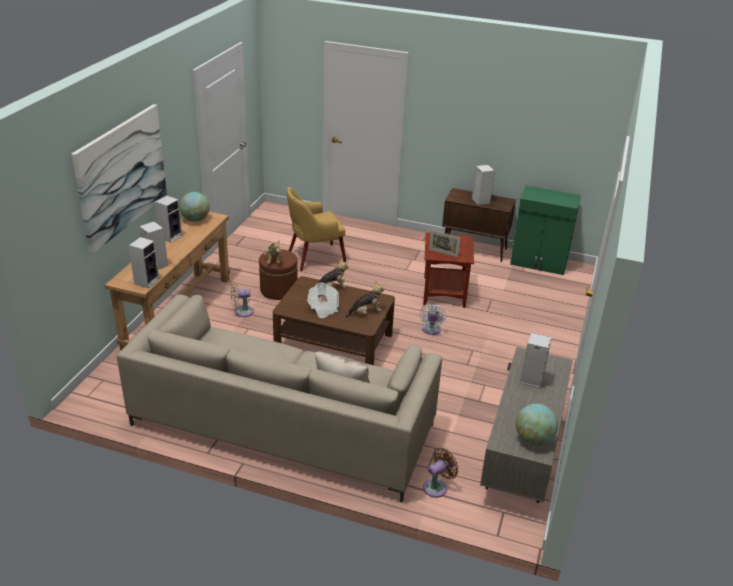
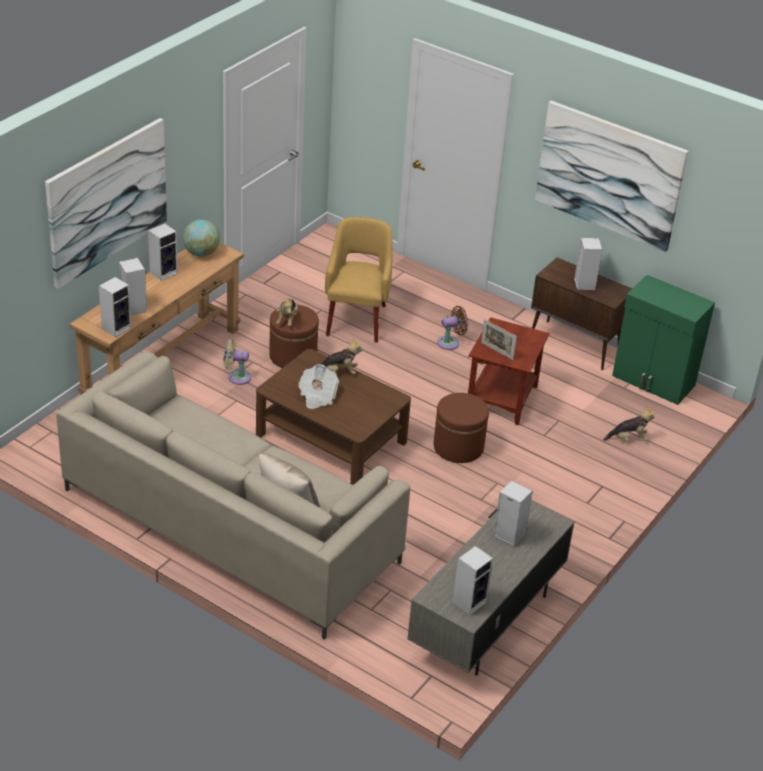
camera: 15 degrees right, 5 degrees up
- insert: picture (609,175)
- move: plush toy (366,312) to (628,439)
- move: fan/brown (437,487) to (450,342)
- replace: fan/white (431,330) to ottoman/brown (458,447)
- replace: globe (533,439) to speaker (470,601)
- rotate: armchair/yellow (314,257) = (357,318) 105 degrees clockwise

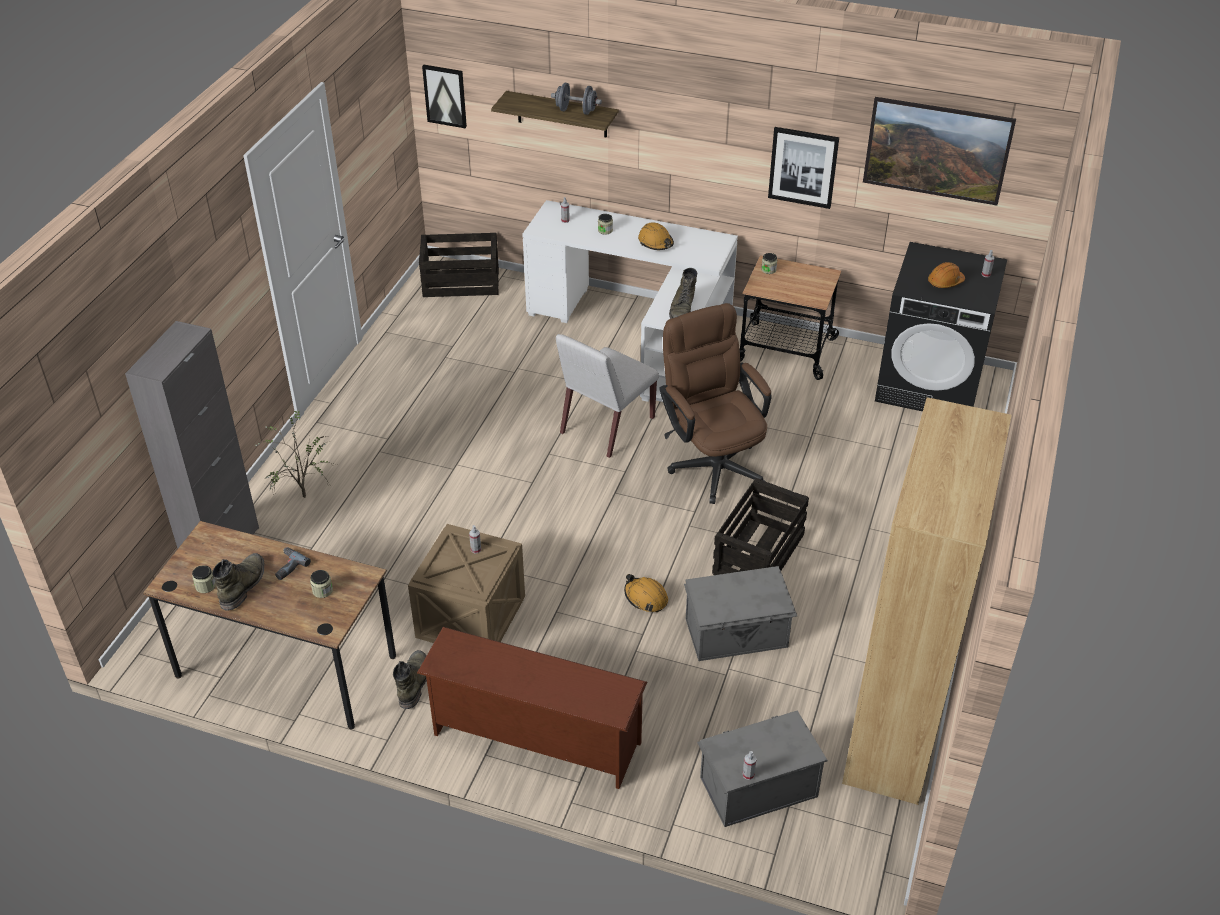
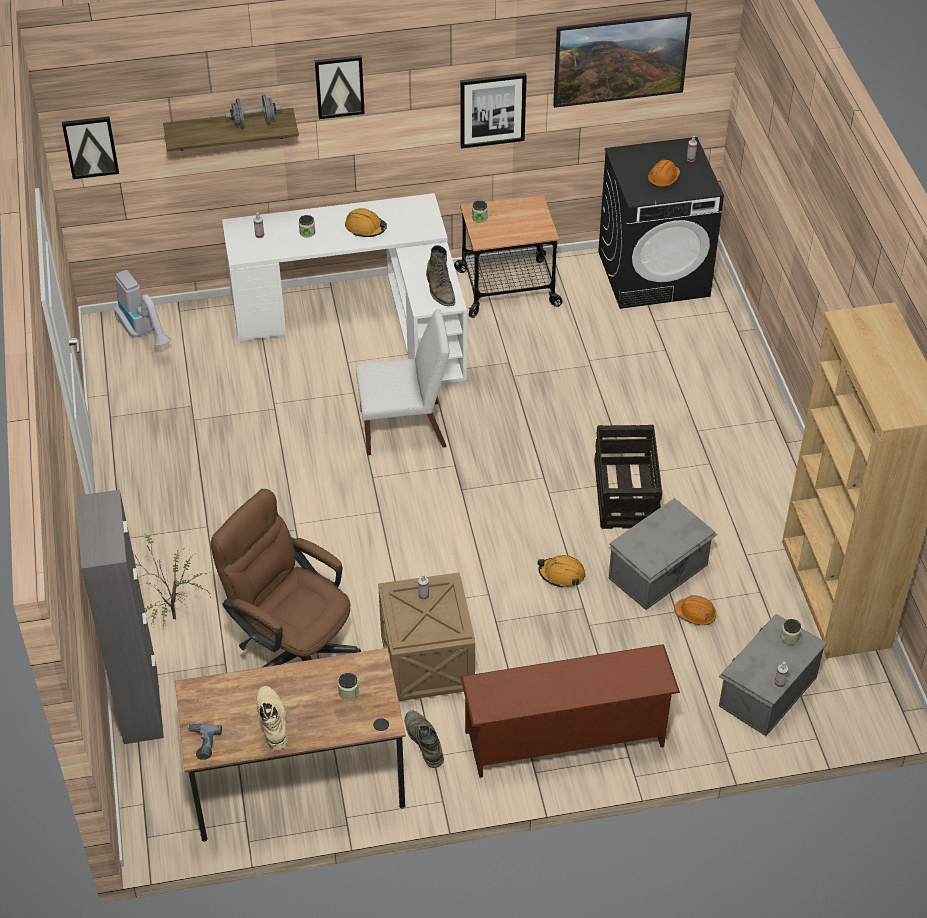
camera: 30 degrees left, 5 degrees up
- insert: picture (339,86)
- insert: hard hat/orange (695,614)
- move: jar (205,586) to (789,637)
- move: power drill (287,566) to (202,742)
- move: office chair/brown (712,462) to (293,648)
- replace: crate (462,282) to vacuum cleaner (144,333)
- recolor: boot/green (243,585) to boot/beige (272,720)
- rotate: chair/white (606,426) = (404,428) 105 degrees counterclockwise

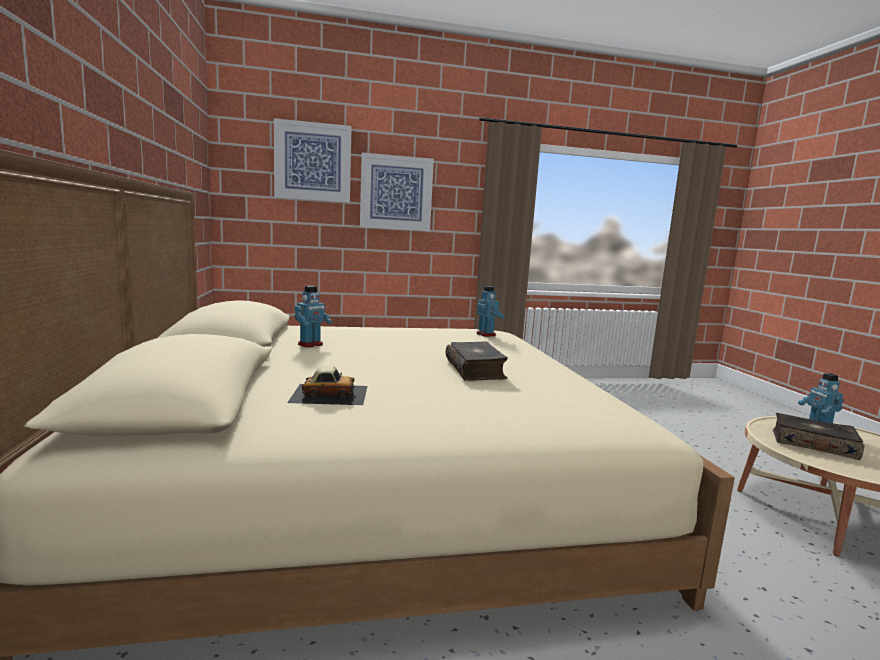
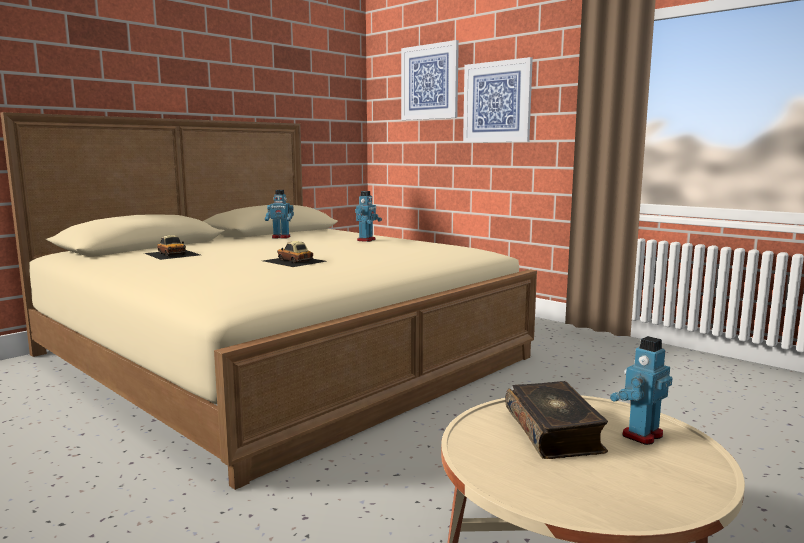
camera: 55 degrees right, 0 degrees up
- move: toy robot (486,334) to (367,240)
- replace: book (476,370) to toy car (294,261)

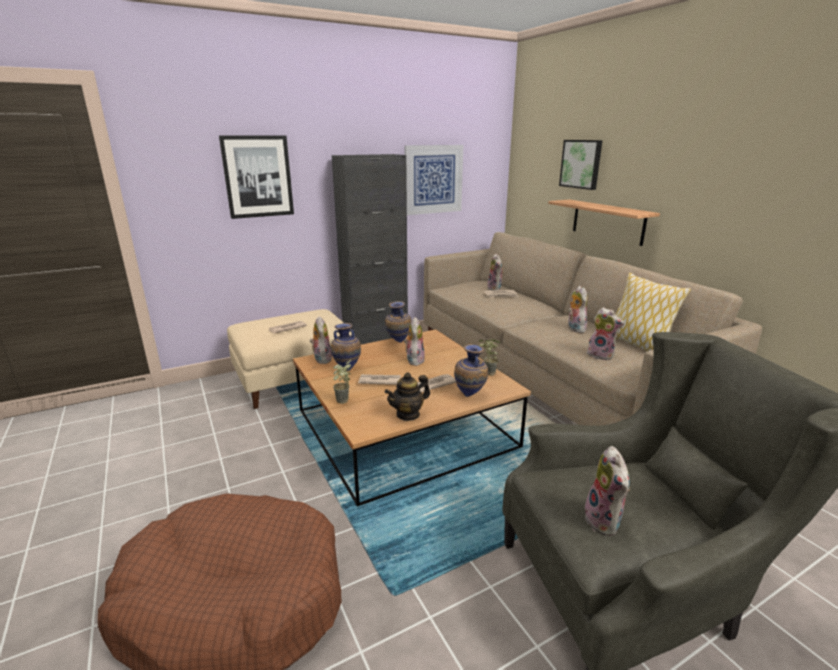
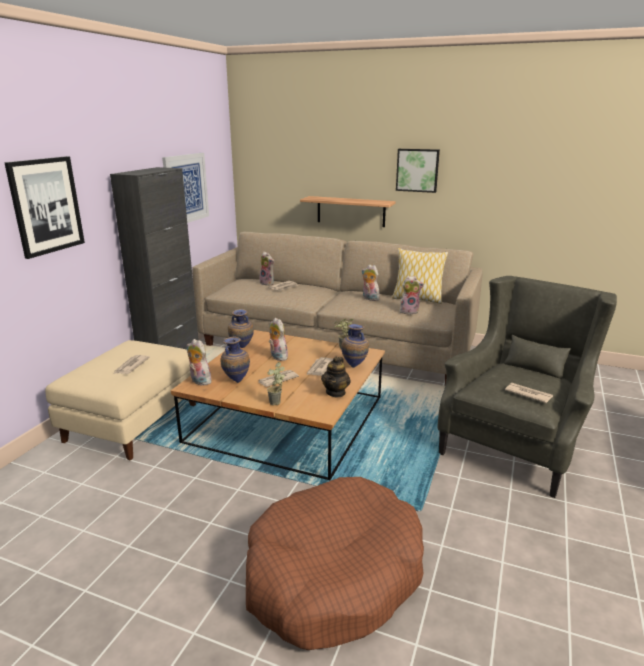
camera: 40 degrees left, 0 degrees up
- move: picture (581,164) to (417,170)
- replace: plush toy (605,521) to newspaper (528,394)

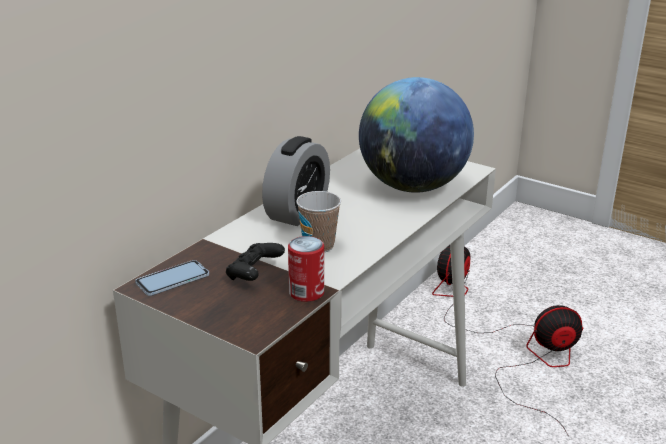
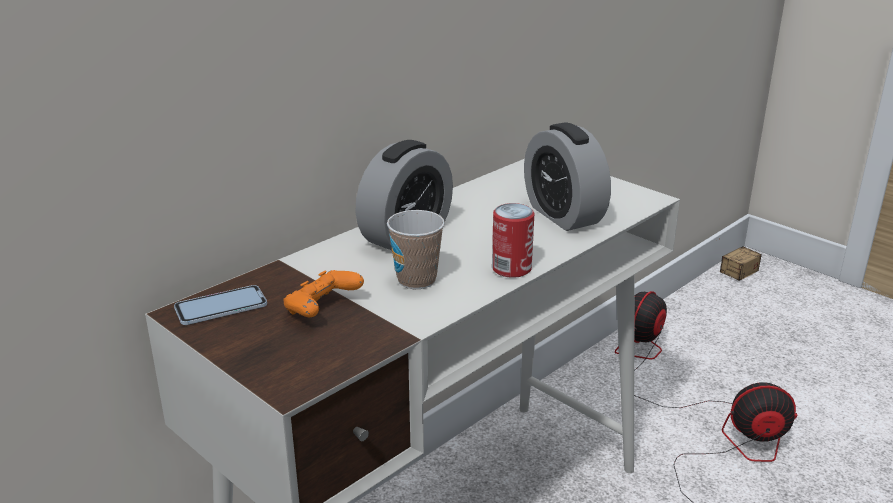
camera: 10 degrees right, 0 degrees up
- insert: storage box (725,279)
- move: can (306,293) to (511,268)
- replace: globe (413,187) to alarm clock (563,215)
- recolor: game controller/black (254,274) to game controller/orange (322,309)

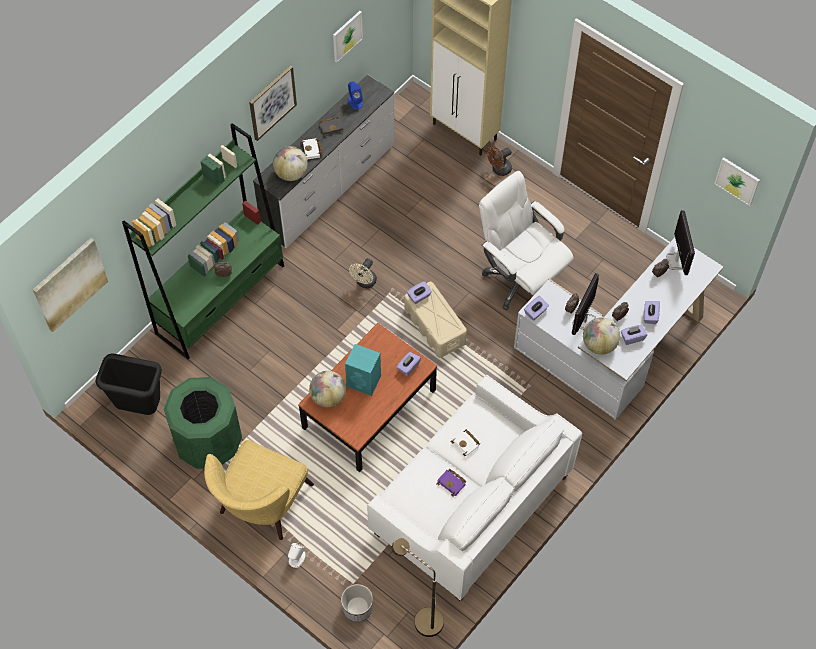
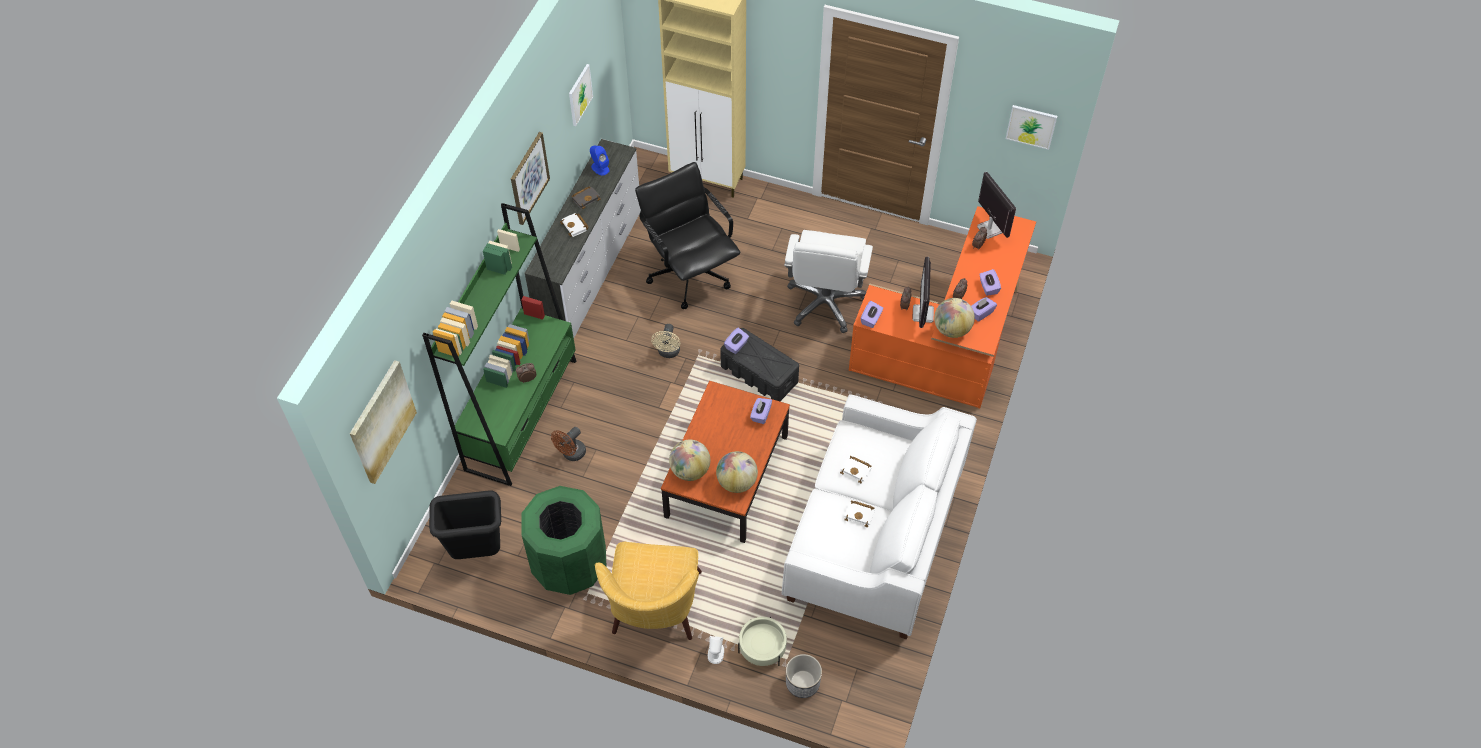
camera: 20 degrees left, 5 degrees down
- delete: speaker/turquoise (364,381)
- delete: floor lamp/brown (421,618)
- insert: office chair/black (689,274)
- insert: planter/beige (762,648)
- move: globe (291,173) to (737,482)
- move: fan/brown (499,170) to (571,454)
- recolor: storage box/beige (435,327) to storage box/black (759,374)
- recolor: book/purple (452,483) to book/white (860,514)
- recolor: desk/white (615,350) to desk/orange (949,343)
- rotate: office chair/white (520,279) = (825,303) 105 degrees counterclockwise

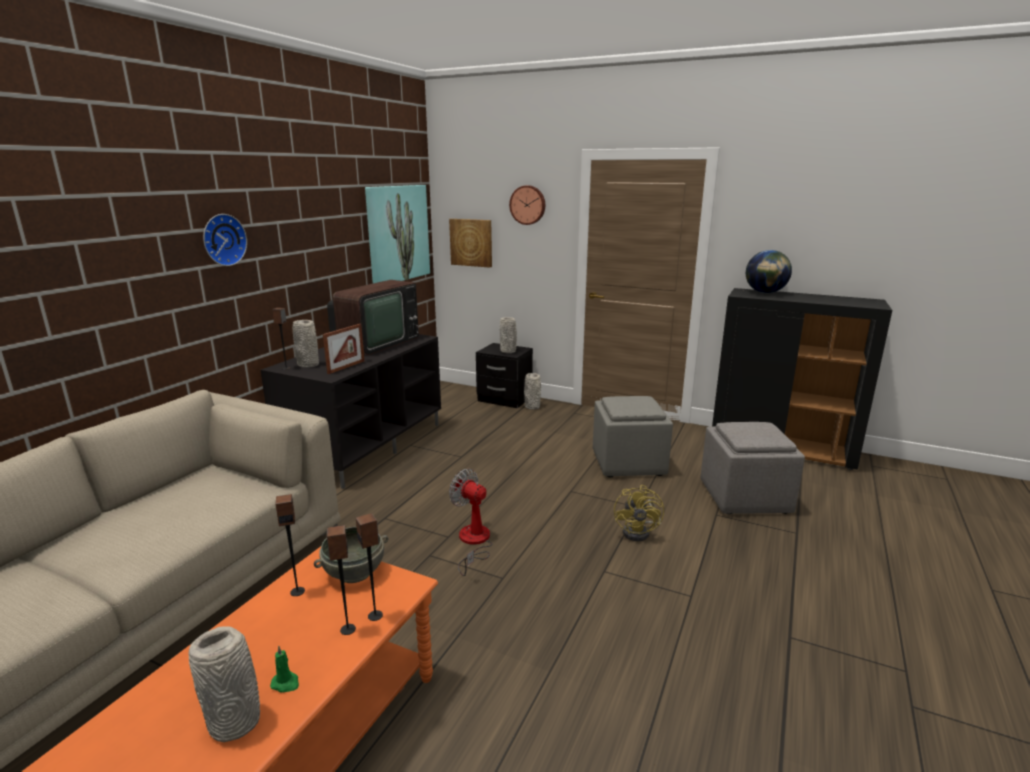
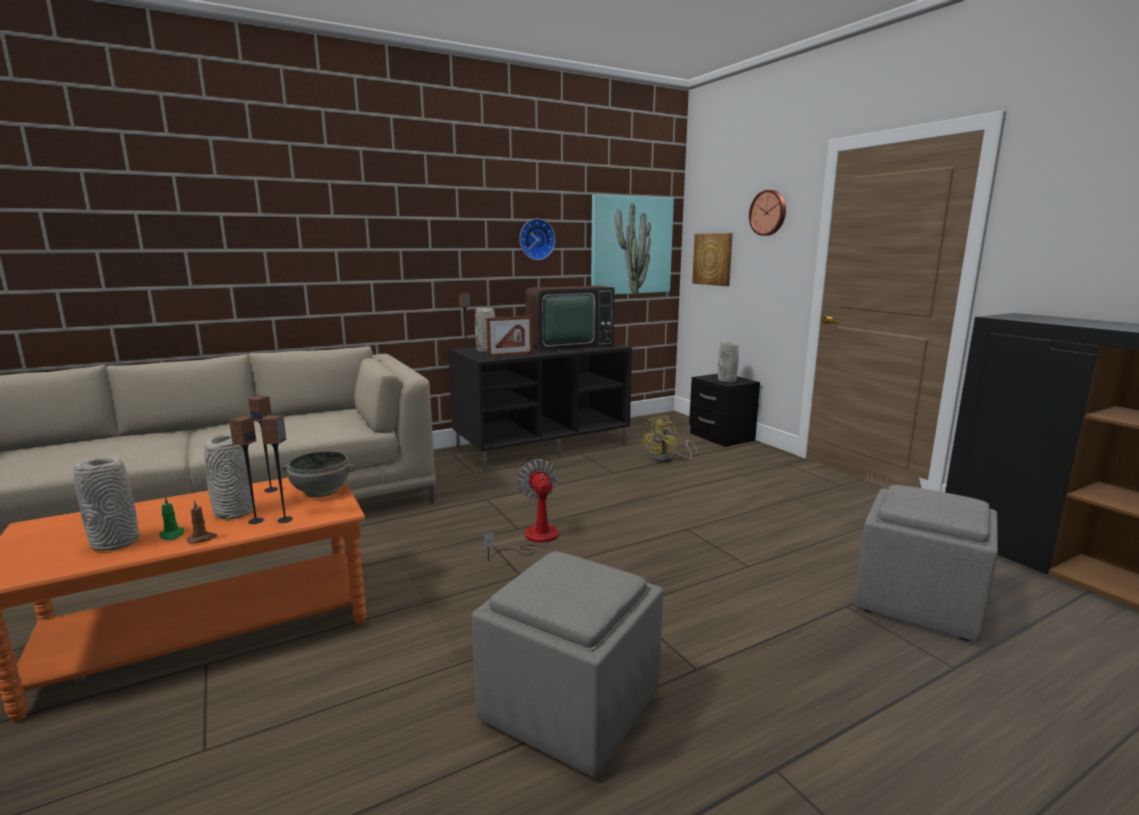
camera: 35 degrees right, 5 degrees down
- delete: globe (765,292)
- insert: candle/brown (202,539)
- move: wall clock (222,240) to (536,239)
- move: vase/grey (532,407) to (233,513)
- move: ottoman/grey (627,463) to (568,707)
- move: fan/yellow (640,532) to (667,459)

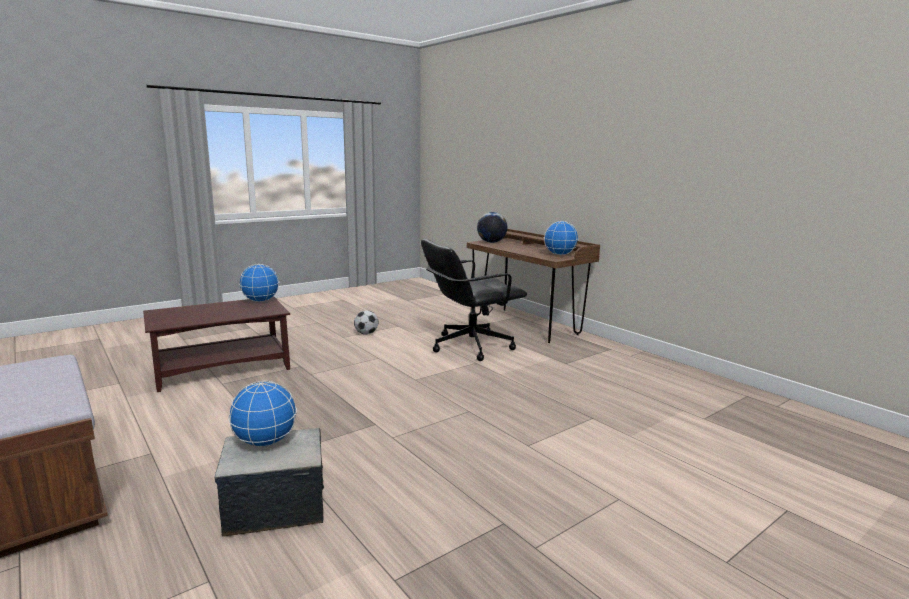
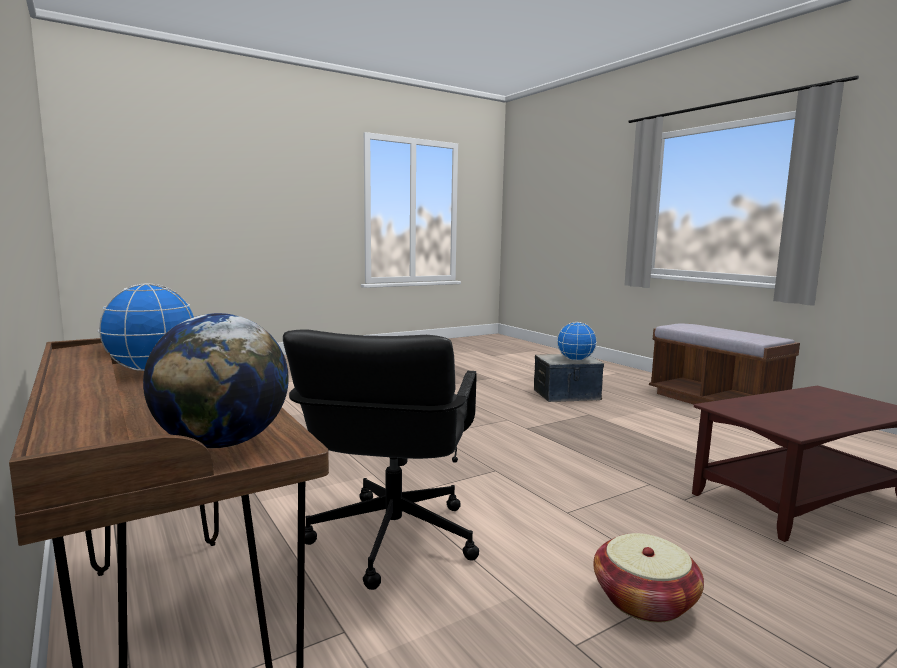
camera: 175 degrees left, 5 degrees down
- delete: globe (260,301)
- replace: football (366,333) to basket (644,600)
- rotate: office chair/black (470,346) = (391,538) 120 degrees clockwise

